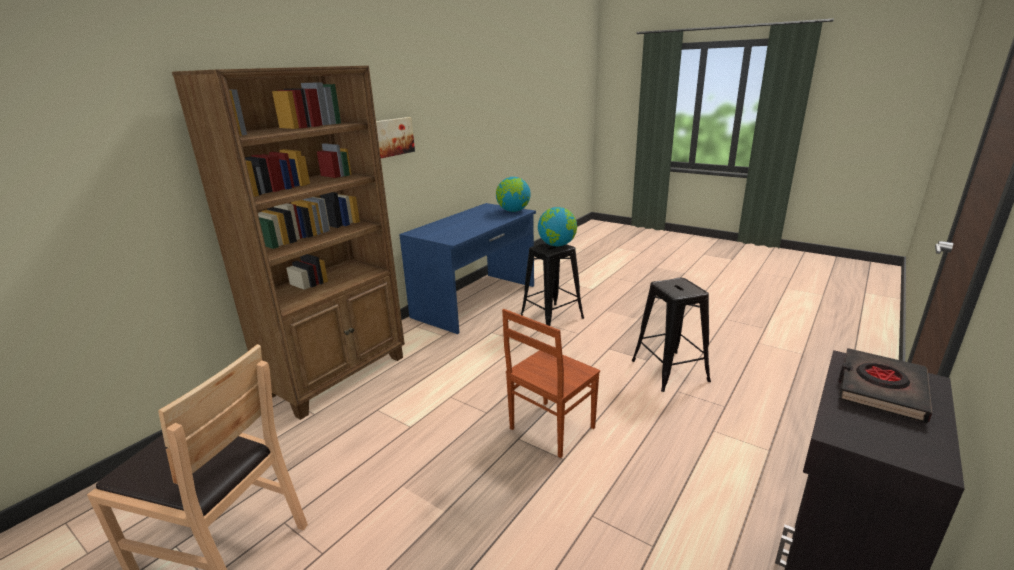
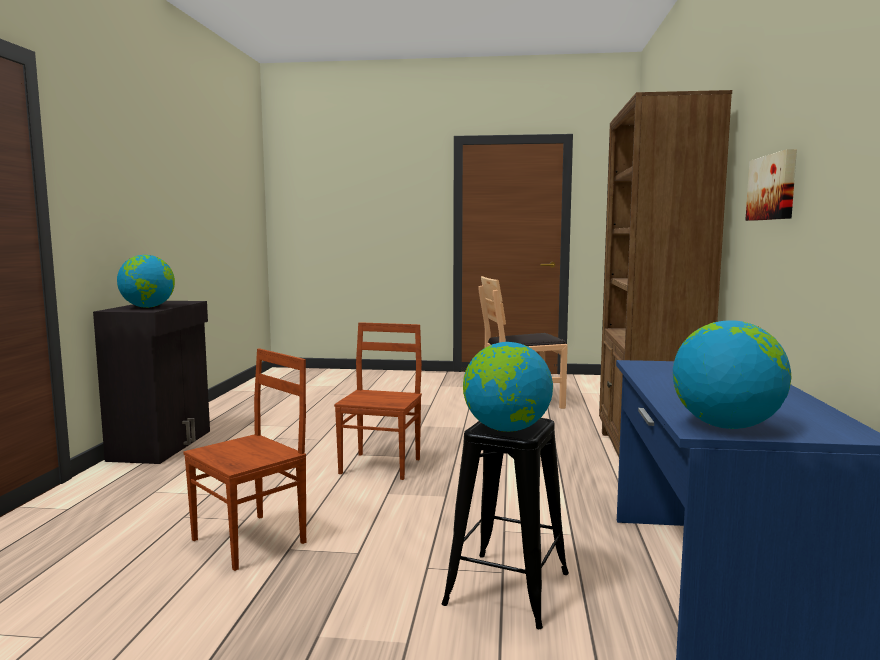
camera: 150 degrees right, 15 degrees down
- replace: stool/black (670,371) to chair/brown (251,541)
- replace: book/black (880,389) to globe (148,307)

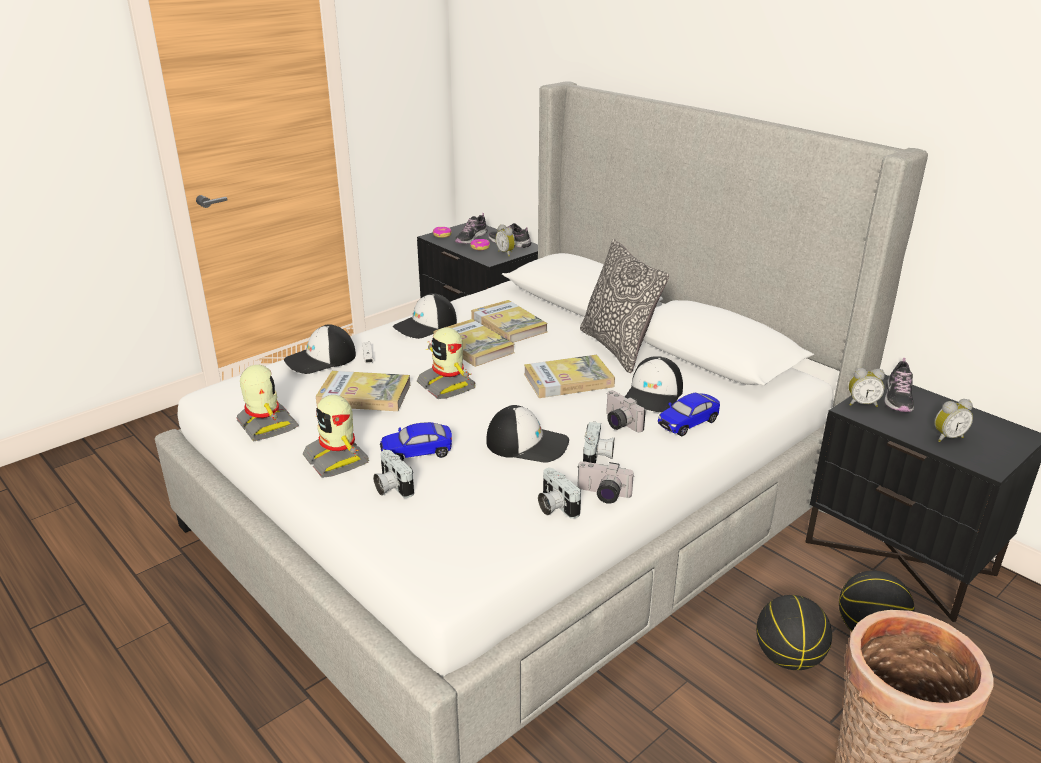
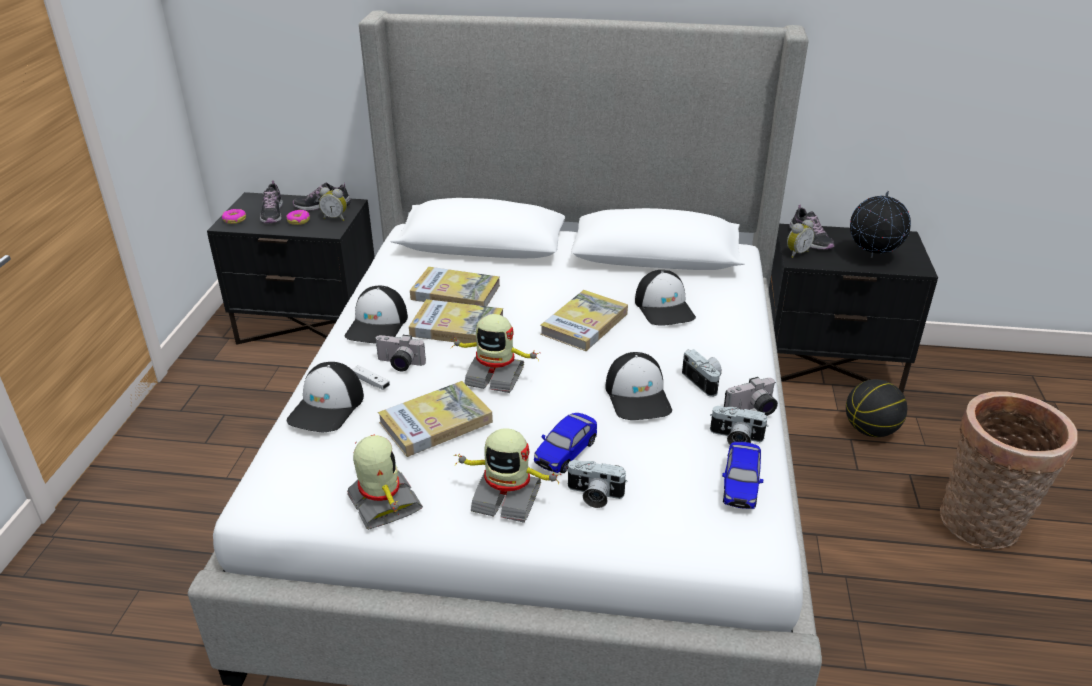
camera: 40 degrees left, 5 degrees up
- delete: pillow (617,348)
- delete: basketball (788,658)
- move: photo camera (619,423) to (399,364)
- move: toy car (687,424) to (740,486)
- replace: alarm clock (947,437) to globe (872,257)
- rotate: toy robot (266,426) = (383,504) 45 degrees clockwise
- rotate: cap (527,443) = (638,396) 105 degrees clockwise

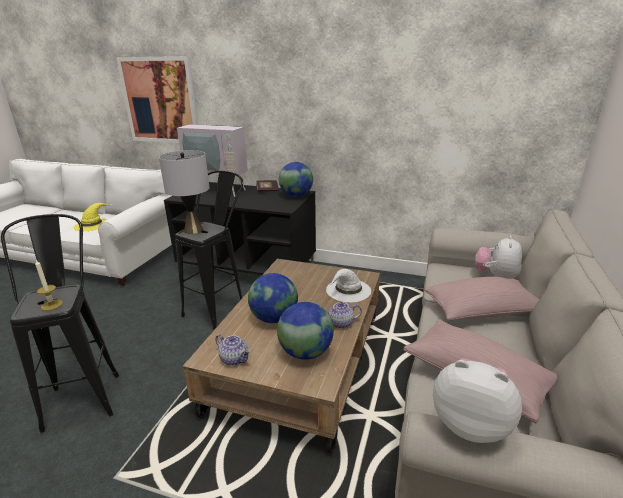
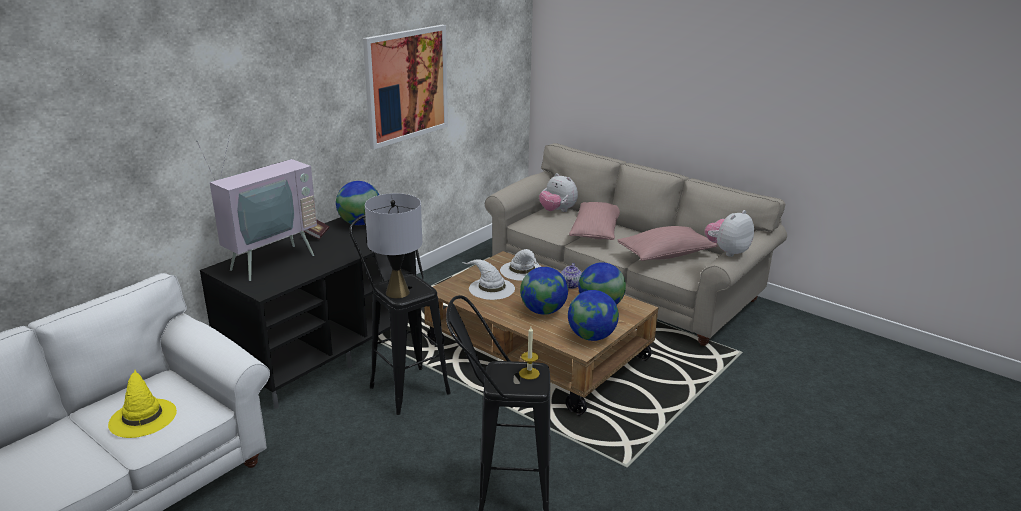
camera: 70 degrees left, 0 degrees up
- insert: hat/white (491,288)
- move: picture (160,100) to (406,85)
- replace: teapot (234,359) to globe (591,337)

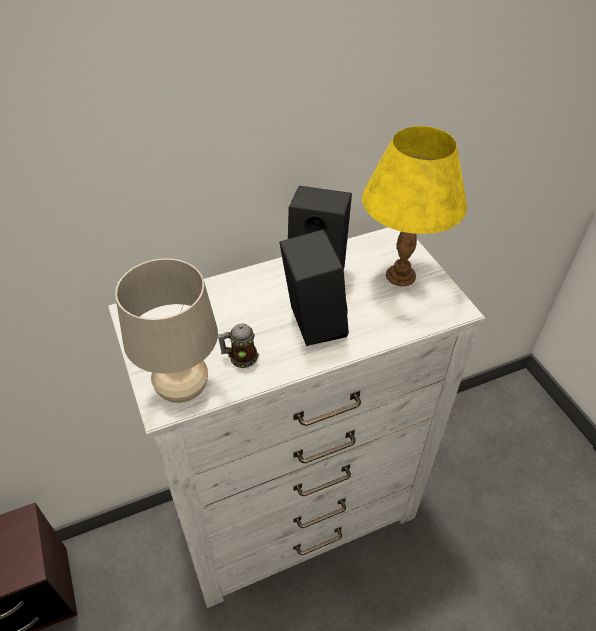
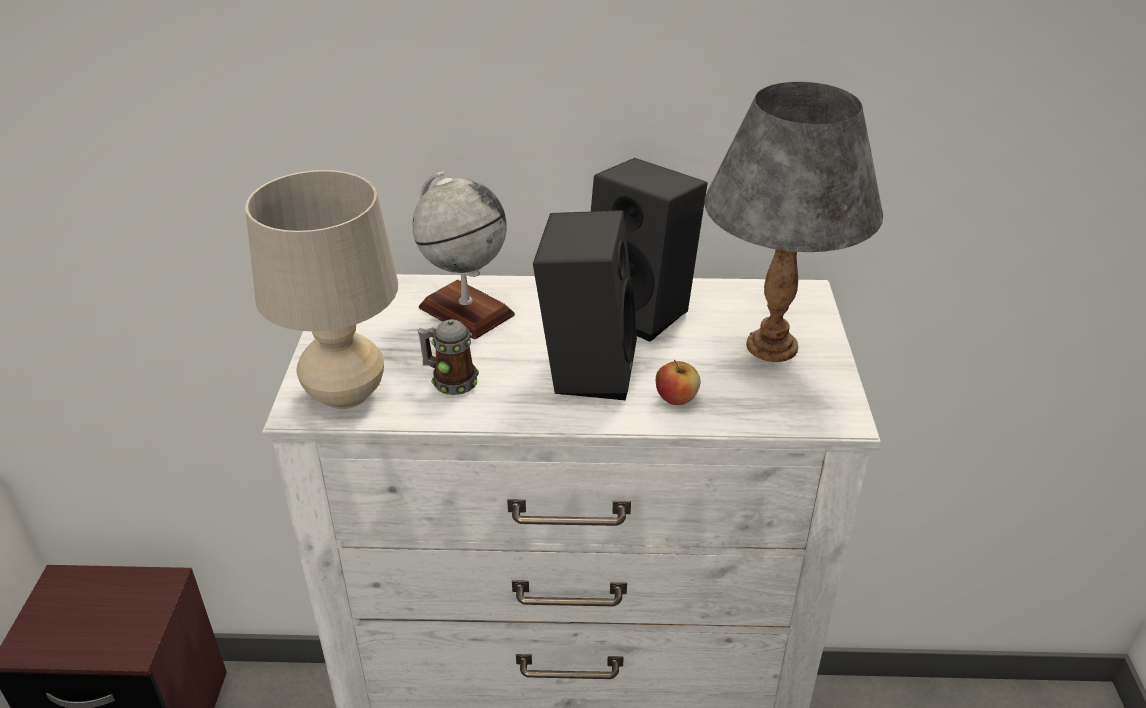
camera: 25 degrees right, 10 degrees down
- insert: globe (465,311)
- insert: apple (676,398)
- recolor: table lamp/yellow (400,276) to table lamp/grey (770,346)

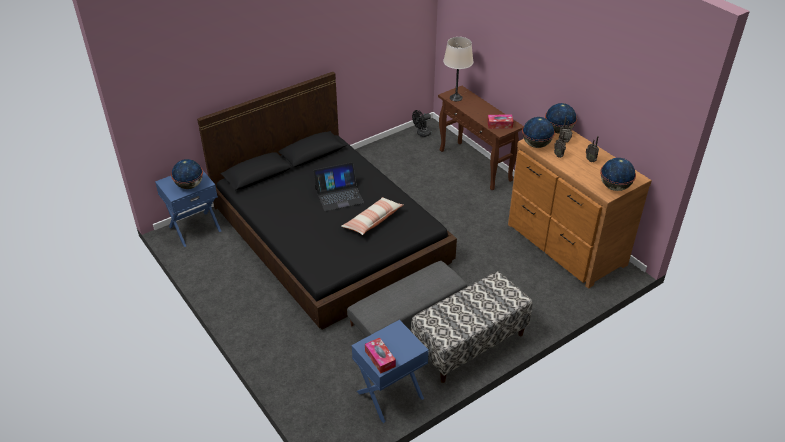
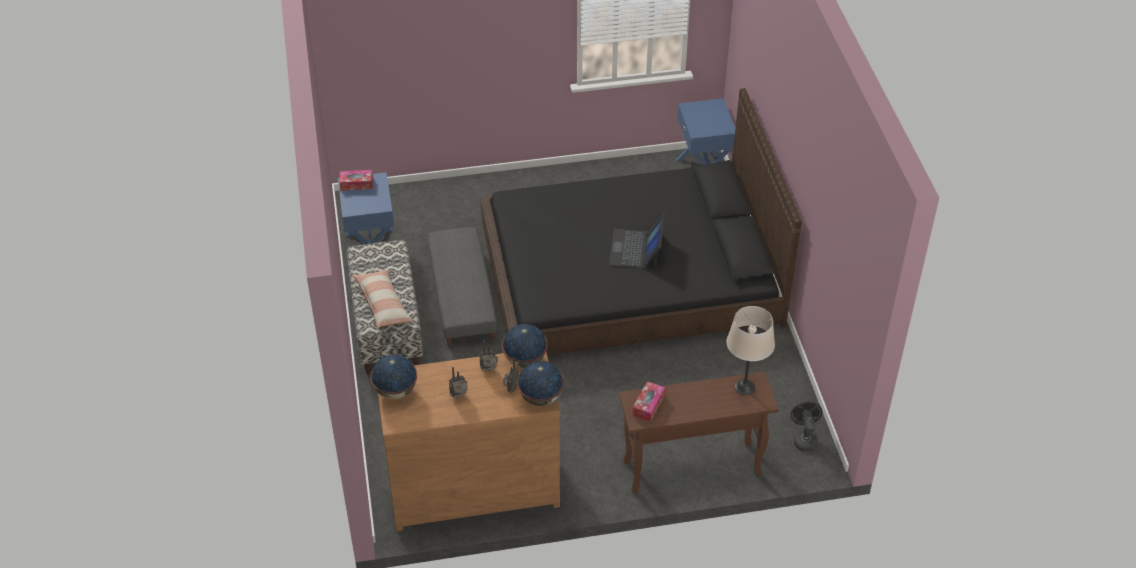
camera: 115 degrees right, 5 degrees up
- delete: globe (189,186)
- move: pillow (372,221) to (383,304)

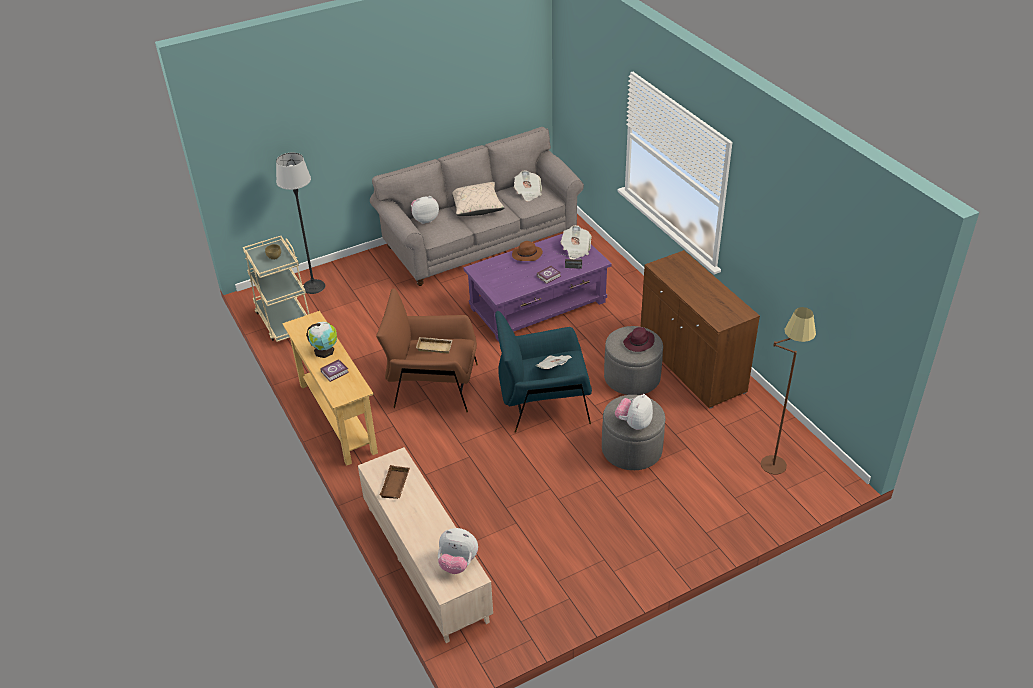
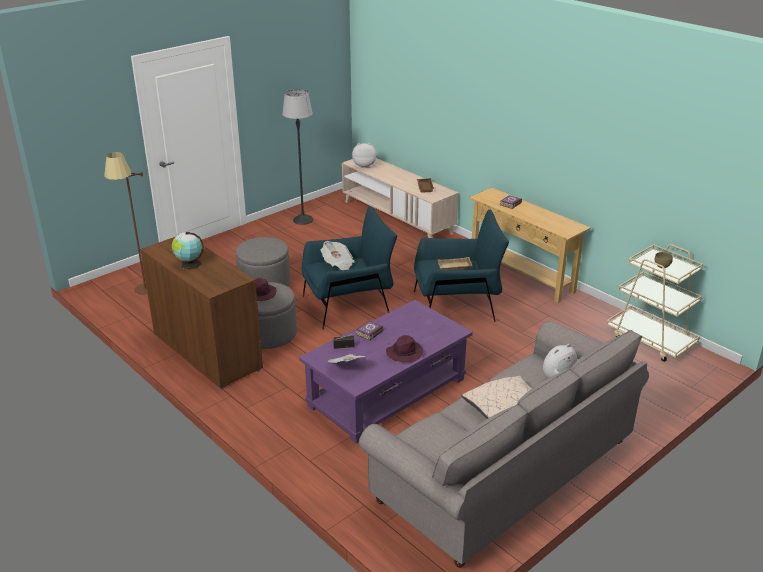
camera: 165 degrees right, 10 degrees down
- delete: newspaper (528,193)
- delete: plush toy (634,423)
- move: floor lamp (314,286) to (303,220)
- move: globe (325,351) to (189,264)
- recolor: armchair/brown (432,385) to armchair/blue (457,306)
- recolor: hat/brown (526,255) to hat/purple (405,353)

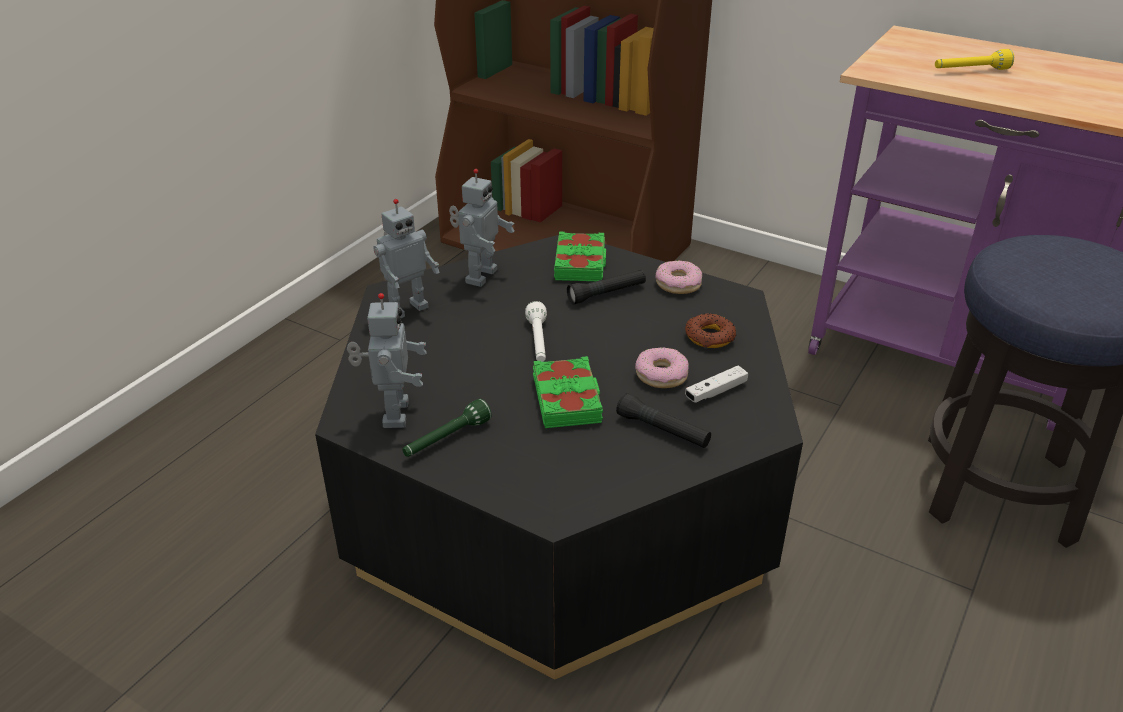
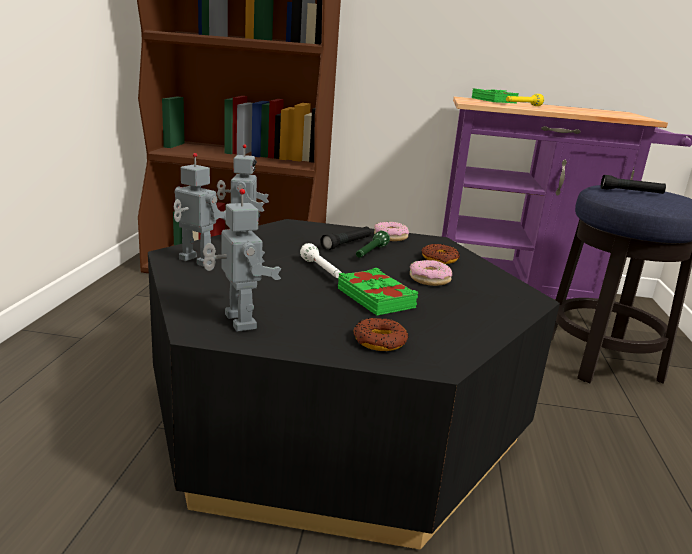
camera: 25 degrees left, 15 degrees down
- delete: game controller/white (716,391)
- insert: donut (379,341)
- move: flashlight/green (446,439) to (370,253)
- move: book/green (581,263) to (494,101)
- move: flashlight/black (663,430) to (631,192)
- rotate: toy robot (406,309) = (195,261) 90 degrees counterclockwise

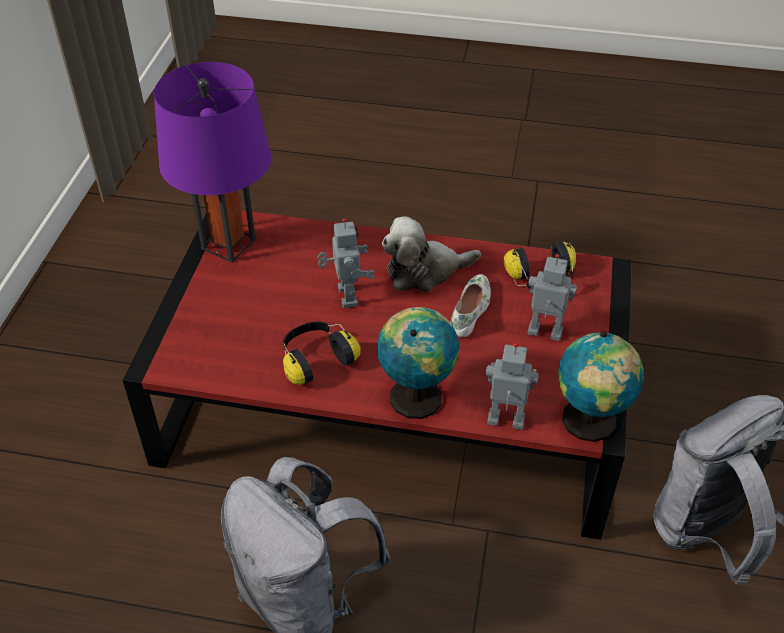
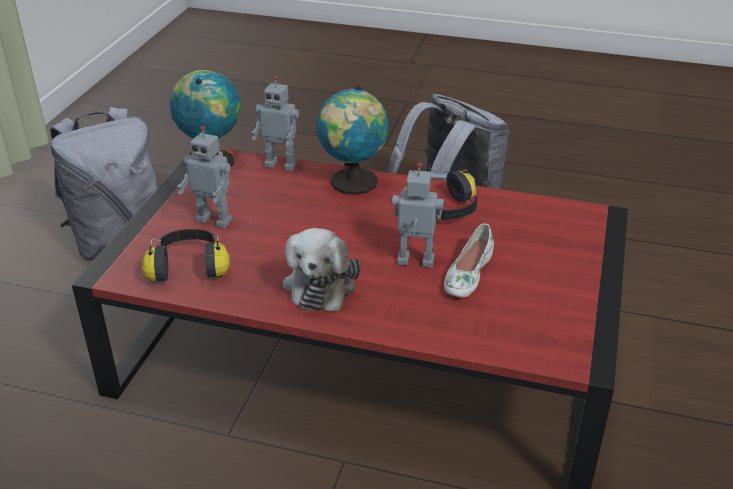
camera: 175 degrees left, 10 degrees down
- delete: table lamp/purple (228,243)
- move: shoe/white (471,310) to (467,273)
- rotate: toy robot (346,296) = (415,262) 105 degrees clockwise
- rotate: plush toy (425,271) = (321,283) 105 degrees clockwise

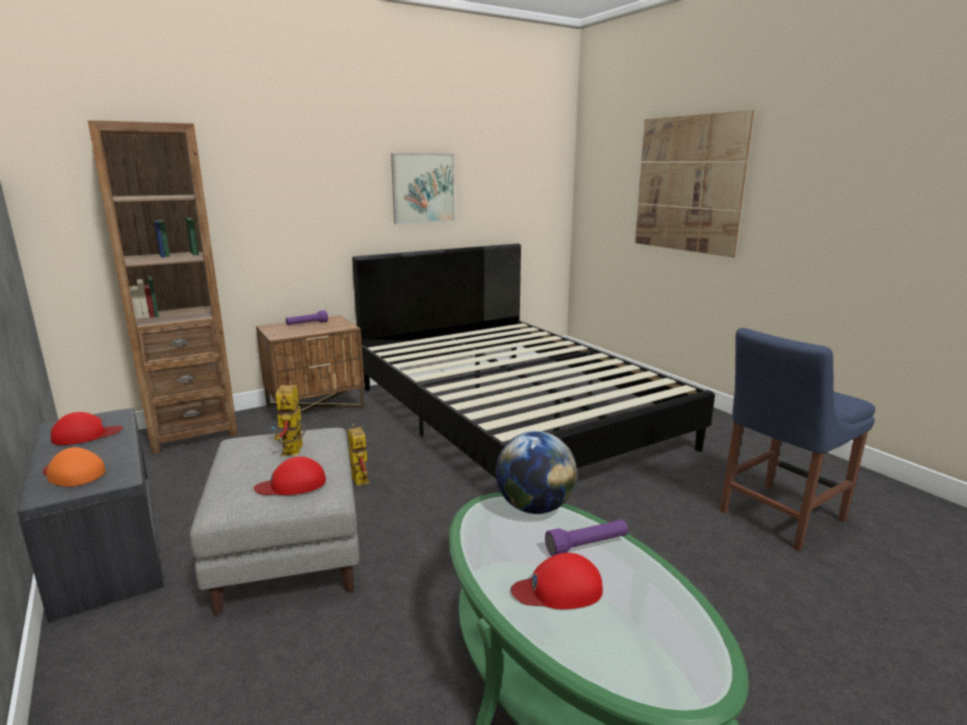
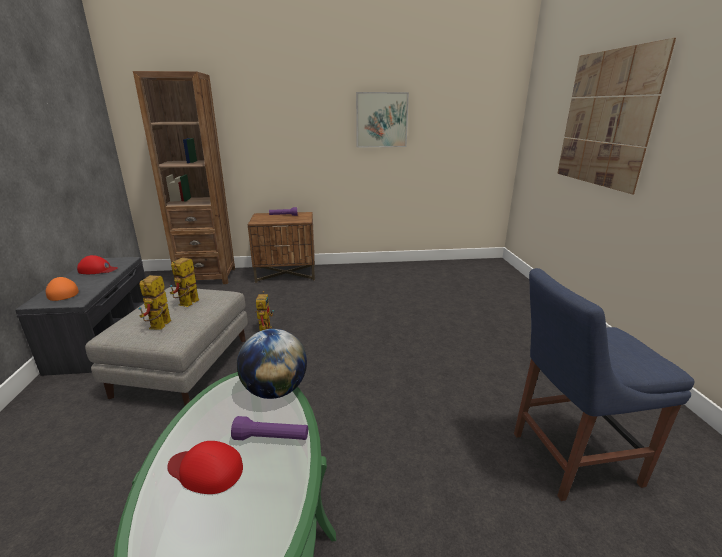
camera: 25 degrees right, 5 degrees up
- delete: bed/black (513,415)
- replace: cap/red (292,484) to toy robot (159,327)

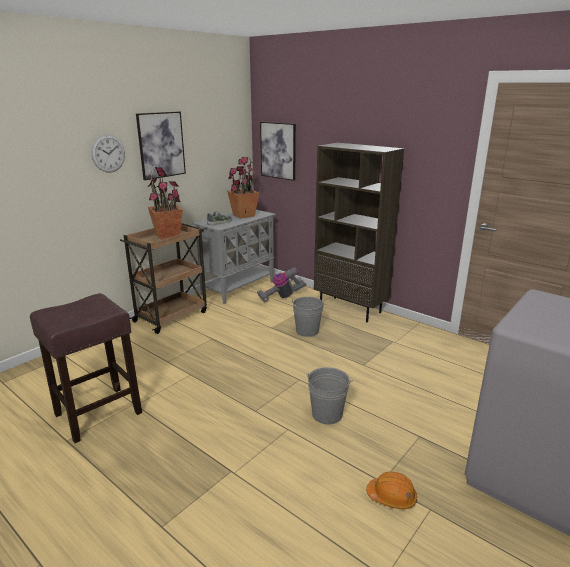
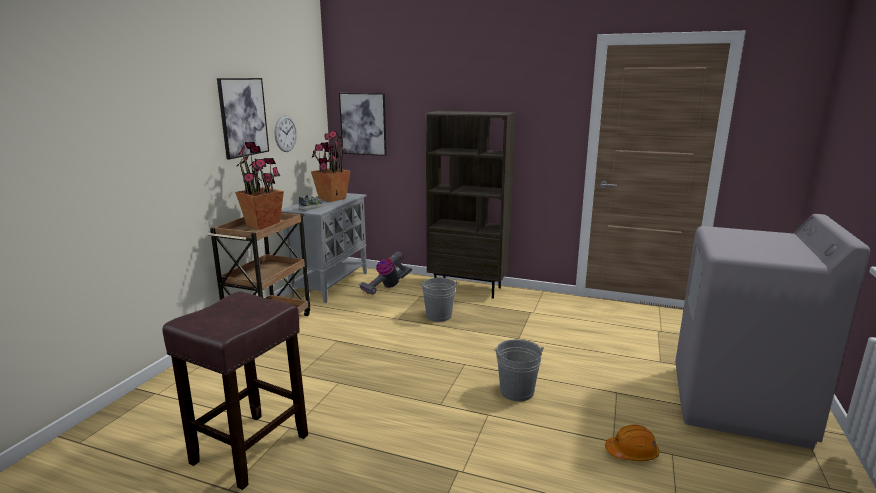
camera: 20 degrees left, 5 degrees down
- move: wall clock (108,153) to (285,133)

